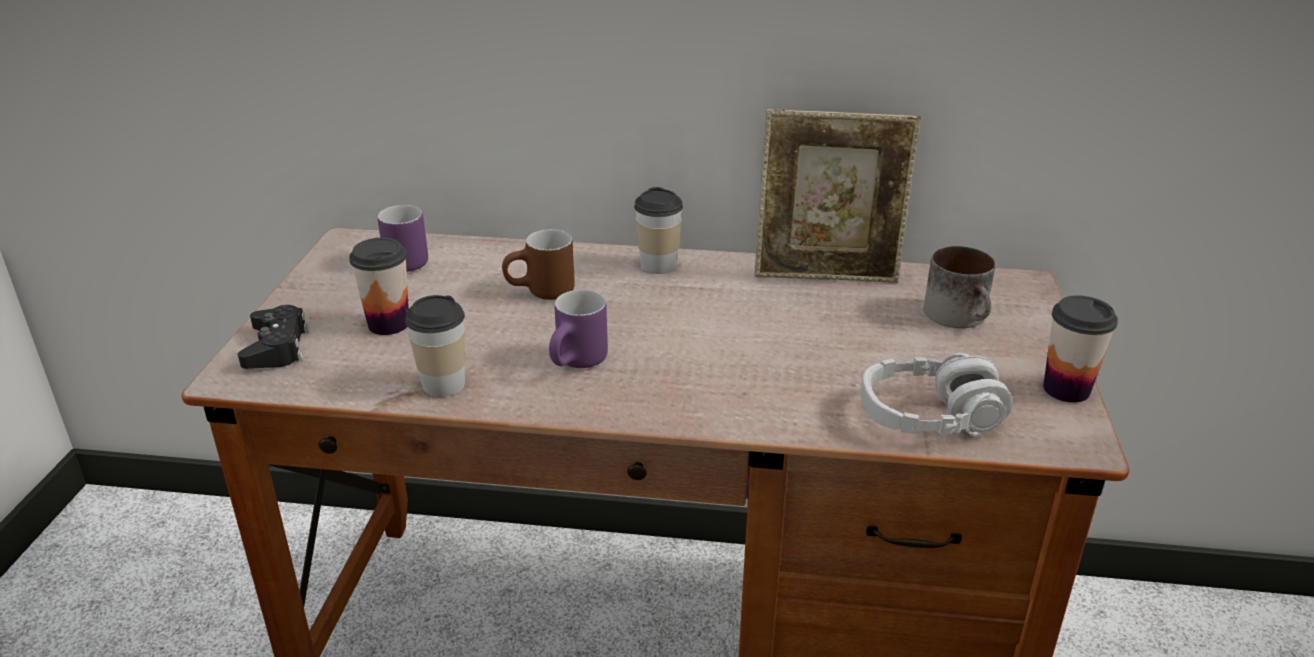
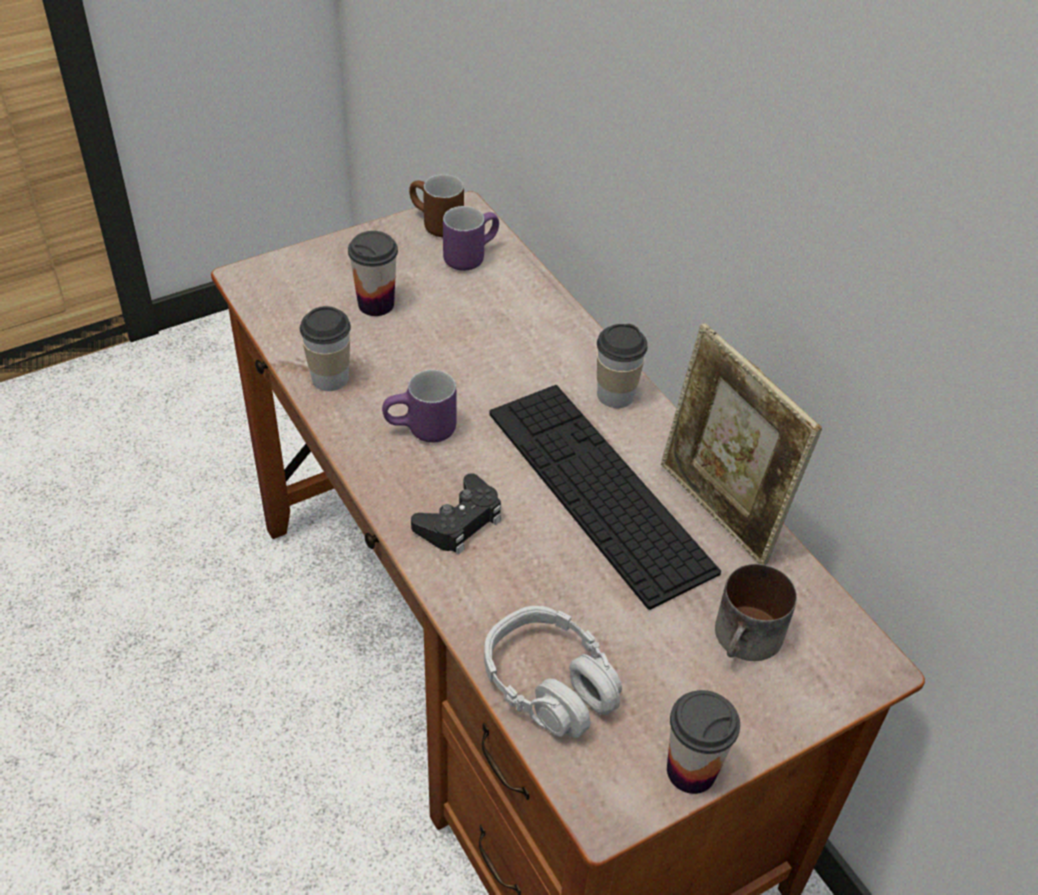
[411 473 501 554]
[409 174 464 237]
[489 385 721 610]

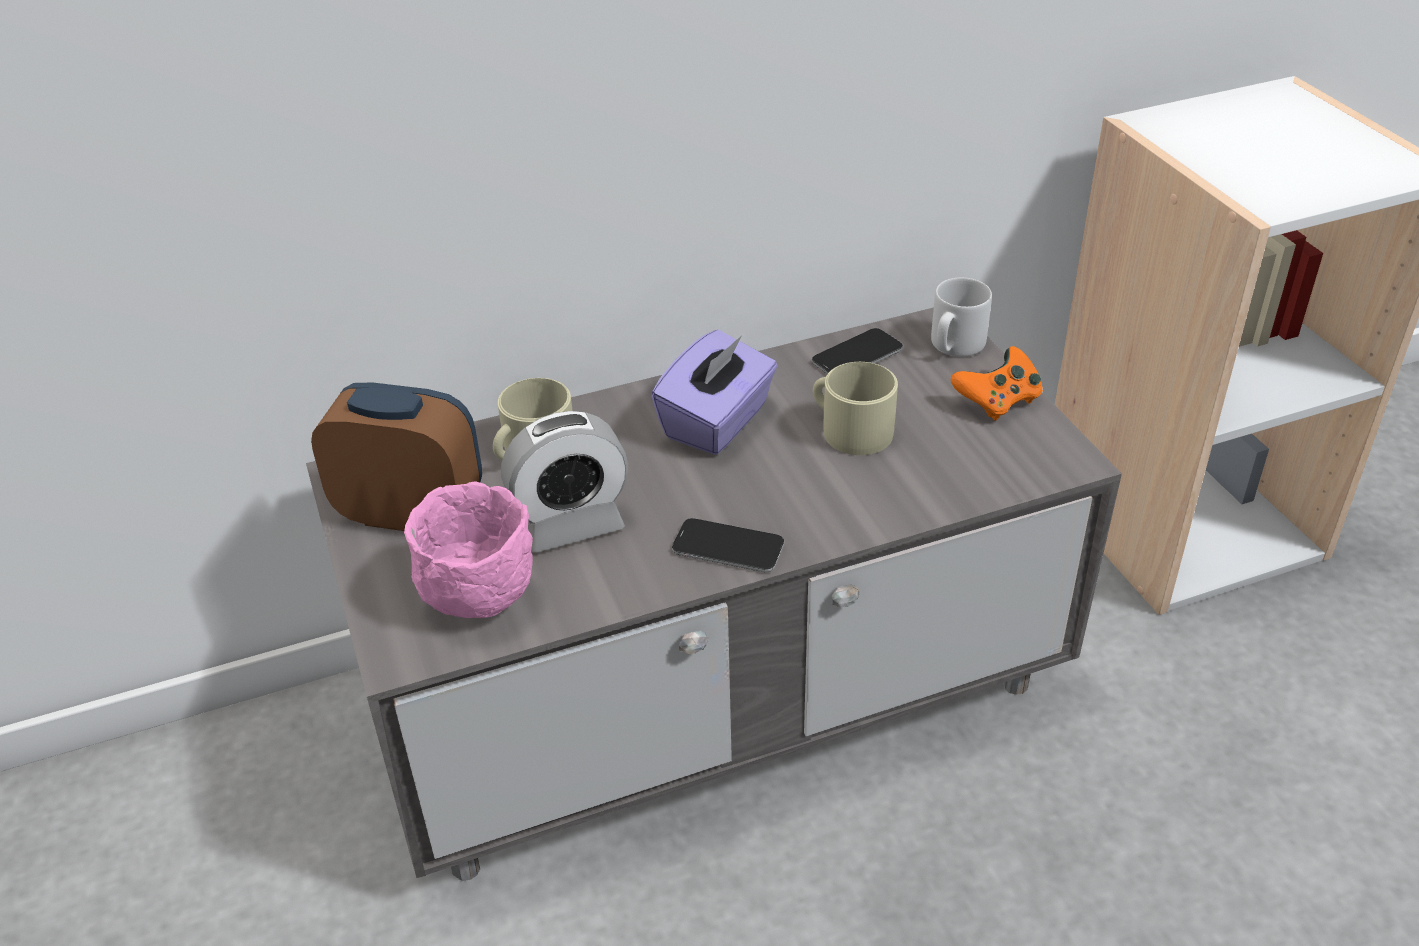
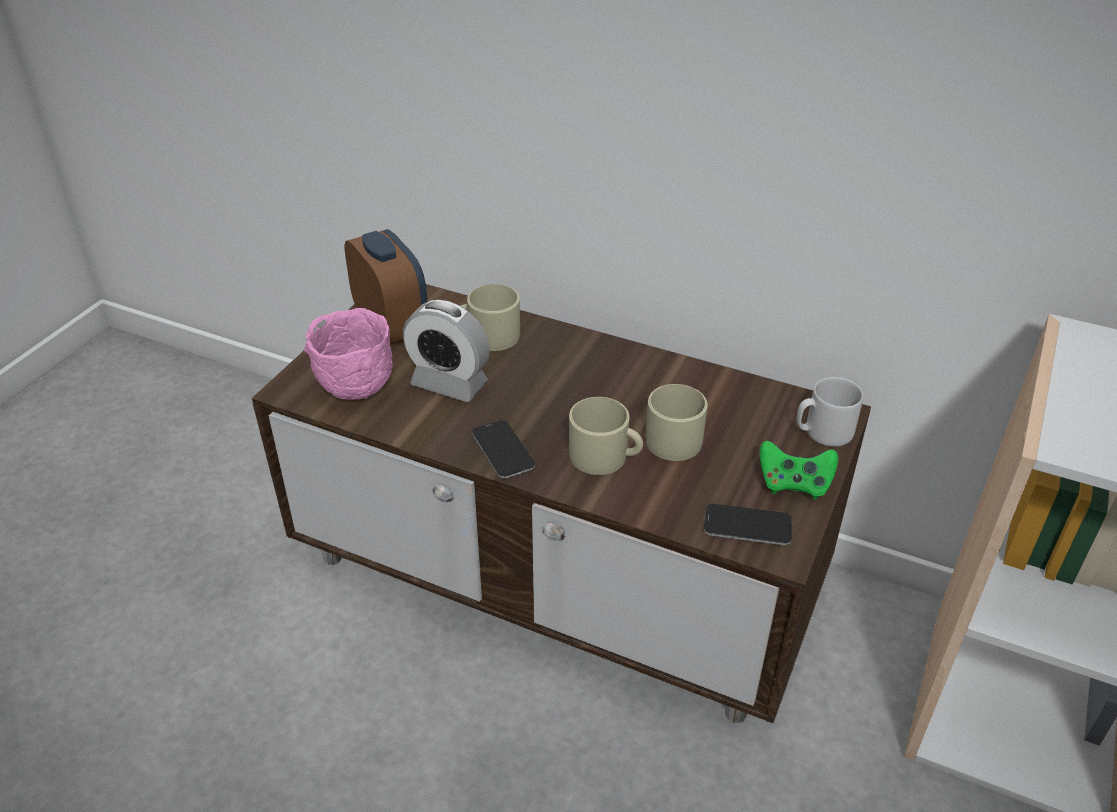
[251 284 871 723]
[651 330 778 455] (first image)
[704 504 792 545]
[760 441 838 500]
[569 397 643 475]

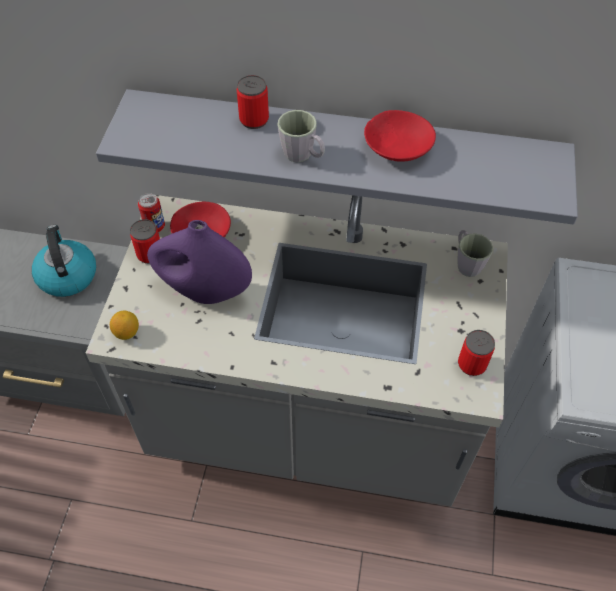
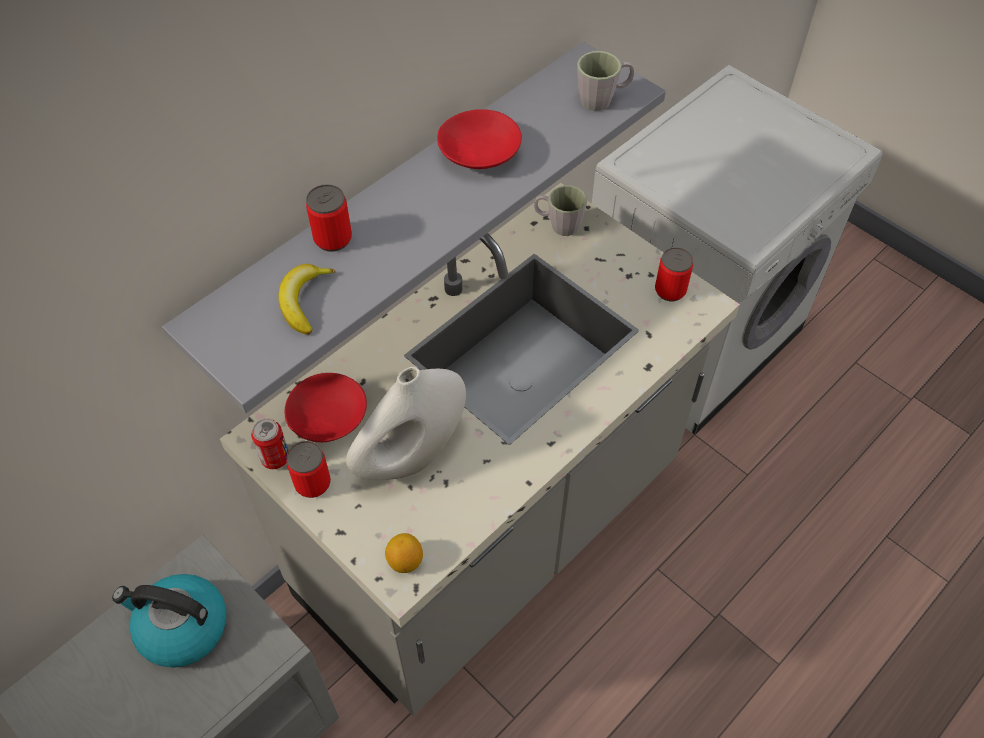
[346 367 466 480]
[577 51 634 111]
[278 264 335 335]

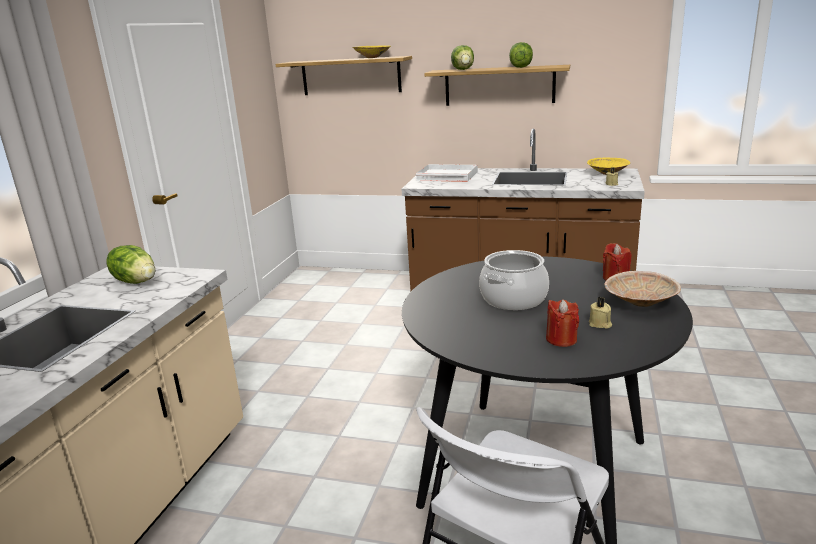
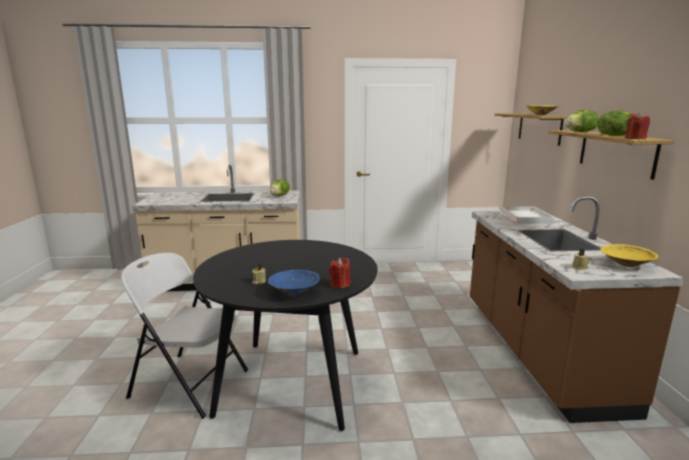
[479 250 549 310] (first image)
[625 112 650 139]
[268 270 320 295]

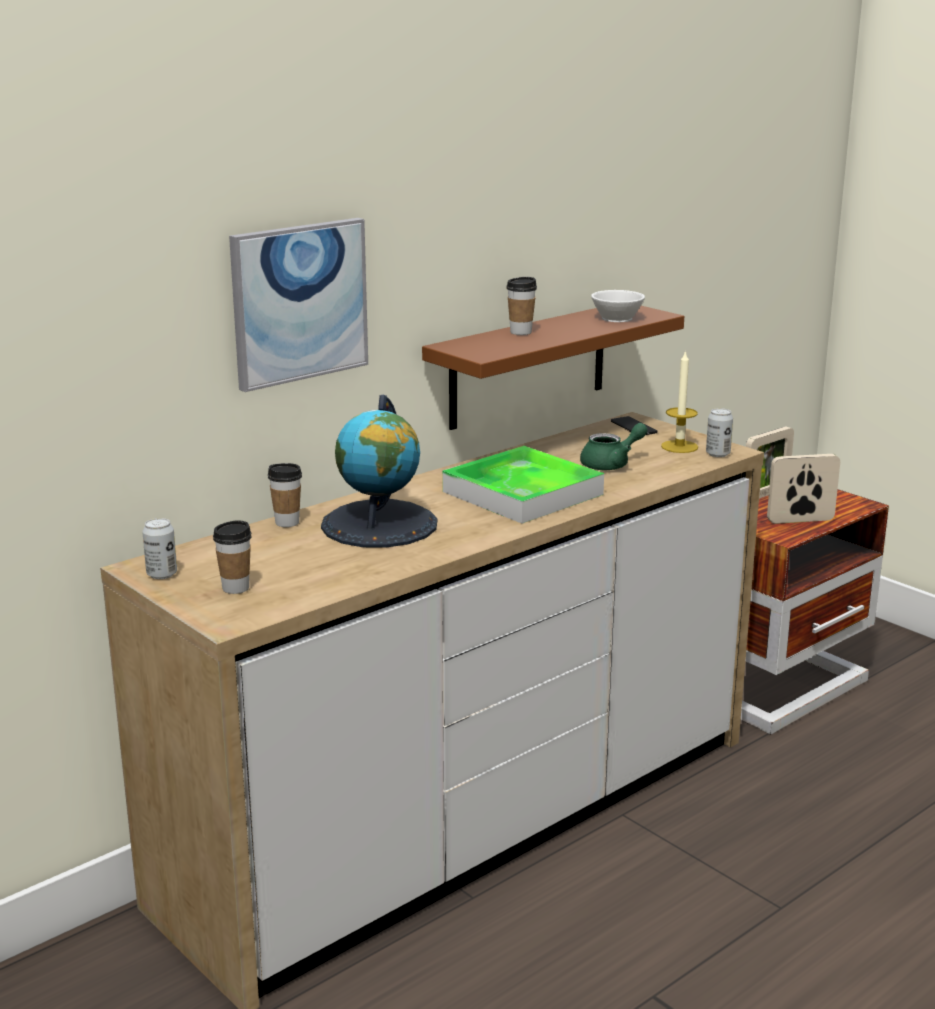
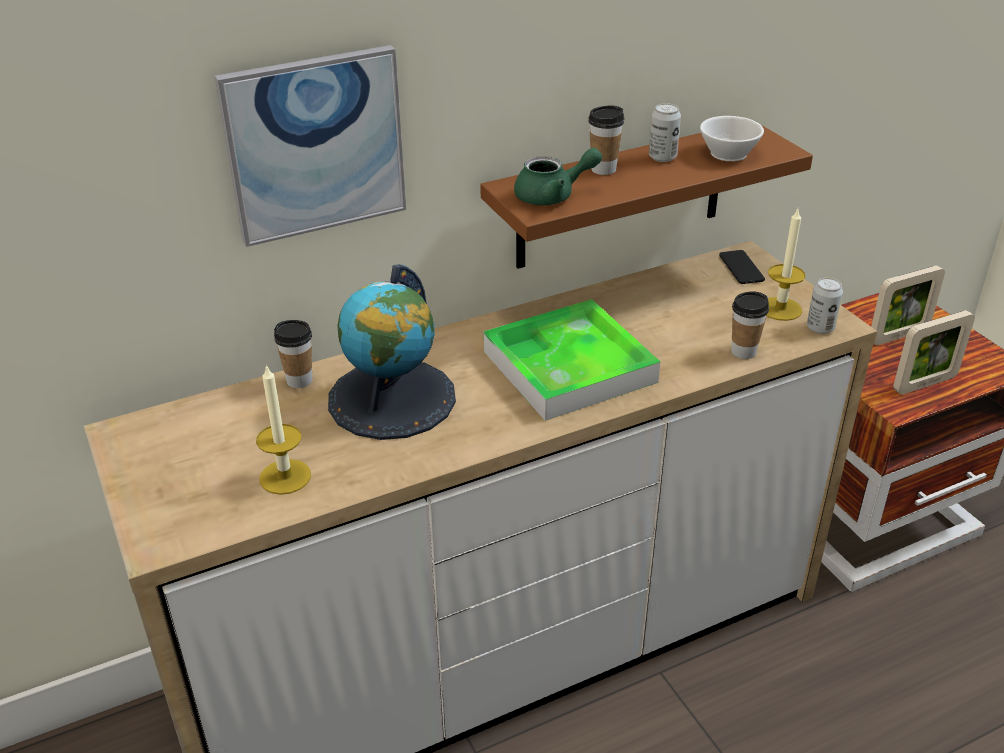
[649 103 681 162]
[731 291 769 359]
[514 148 602 205]
[893 310 975 395]
[256 364 311 495]

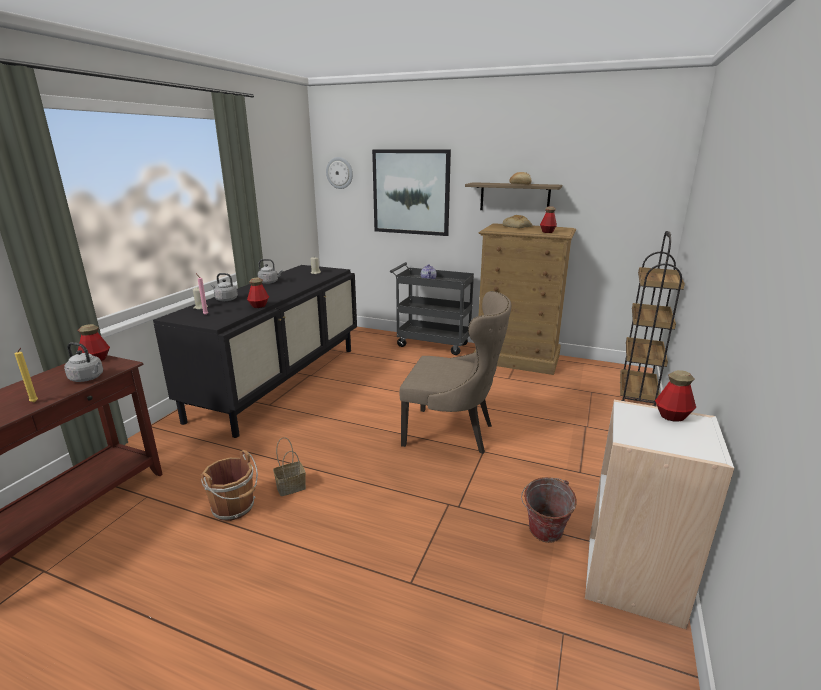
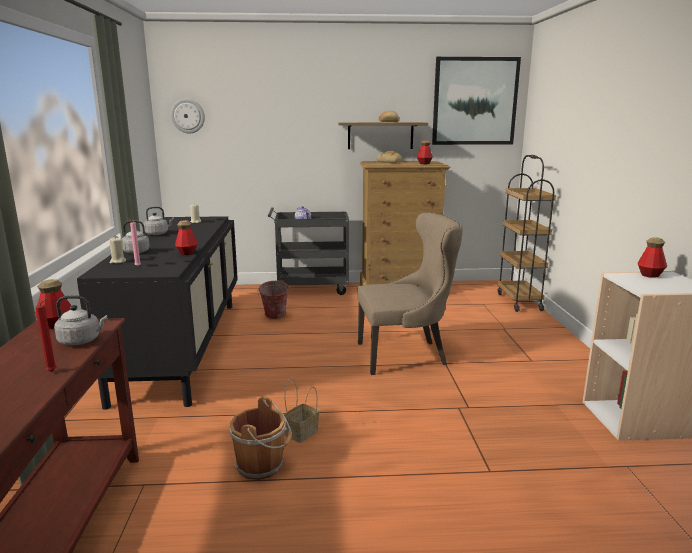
[35 298 56 372]
[432 57 521 145]
[257 279 289 319]

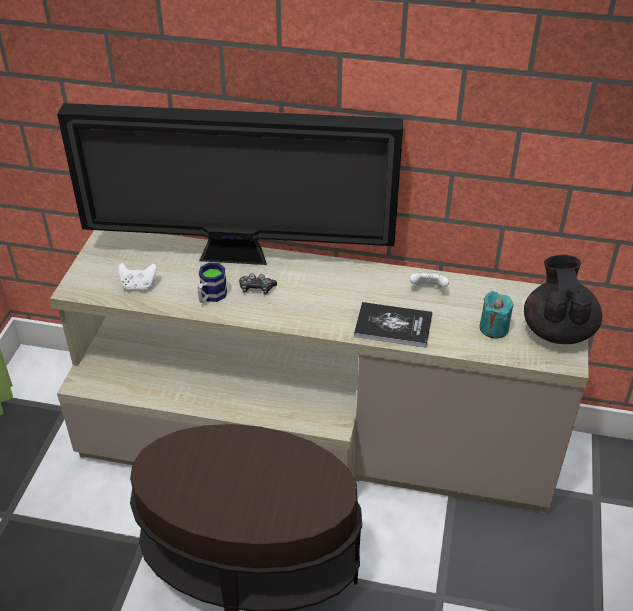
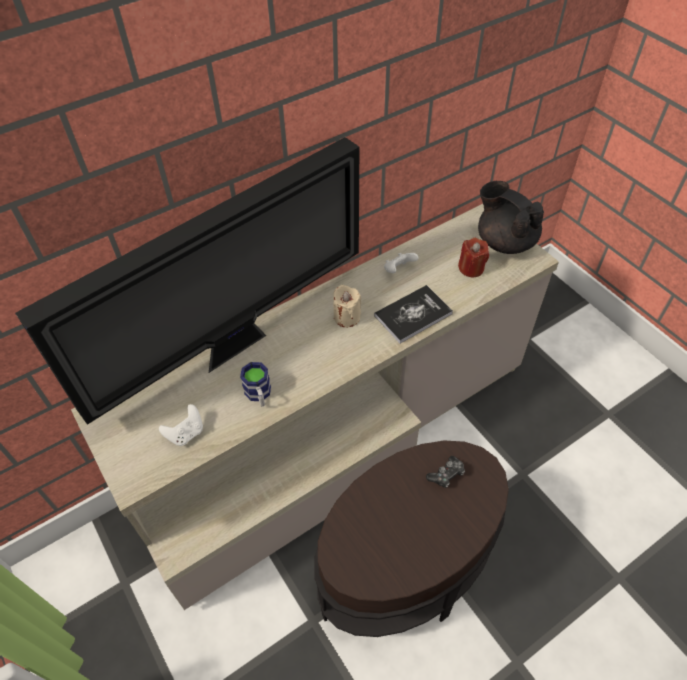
[426 456 465 488]
[458 238 489 277]
[333 285 361 327]

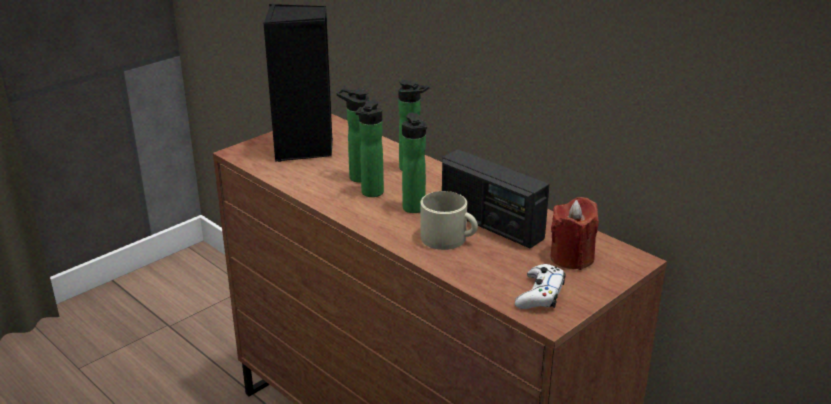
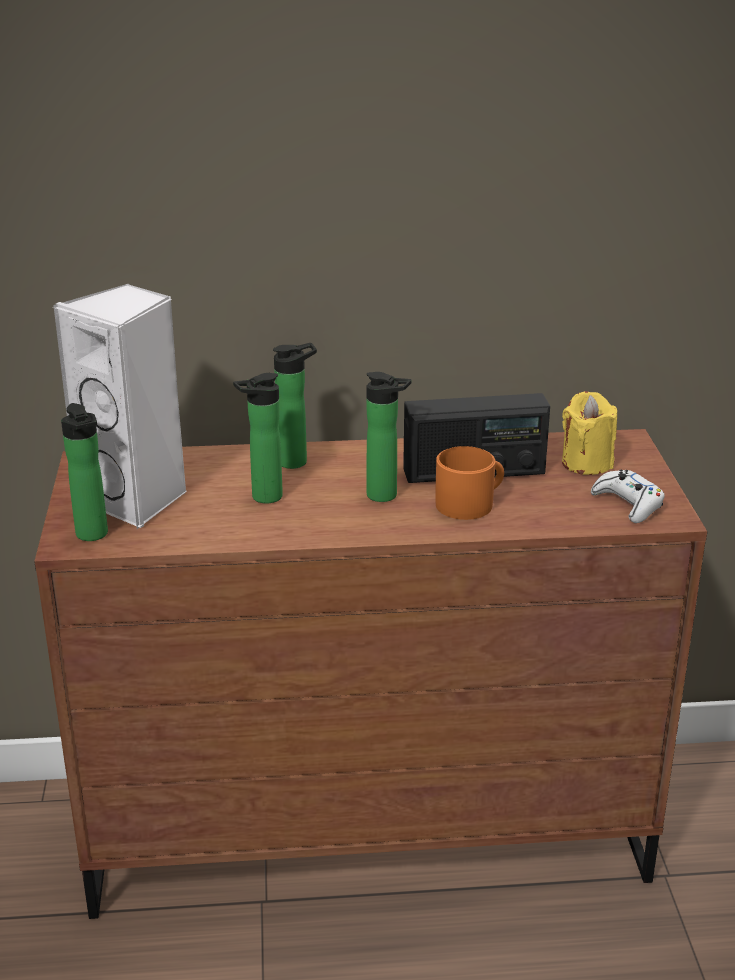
[53 284 186 529]
[61 403 108 541]
[435 446 504 520]
[562 391 617 475]

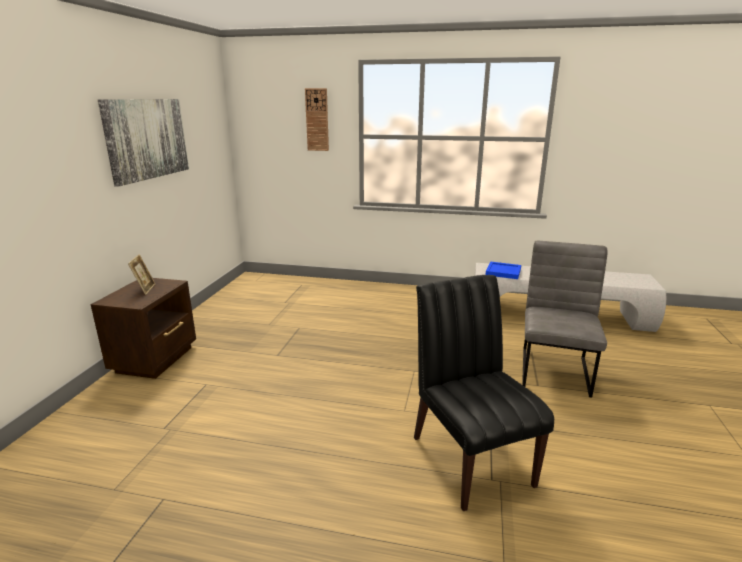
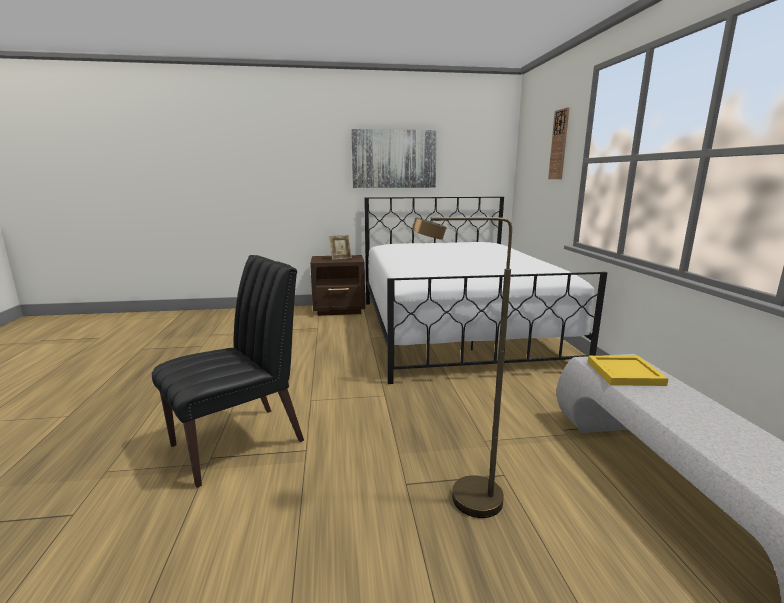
[588 356 669 386]
[412 217 512 518]
[364 197 607 384]

